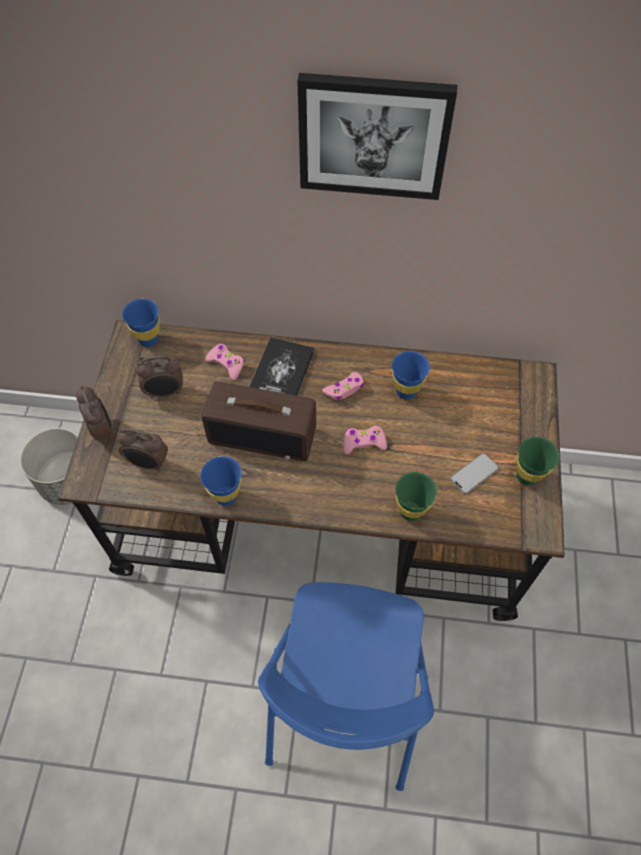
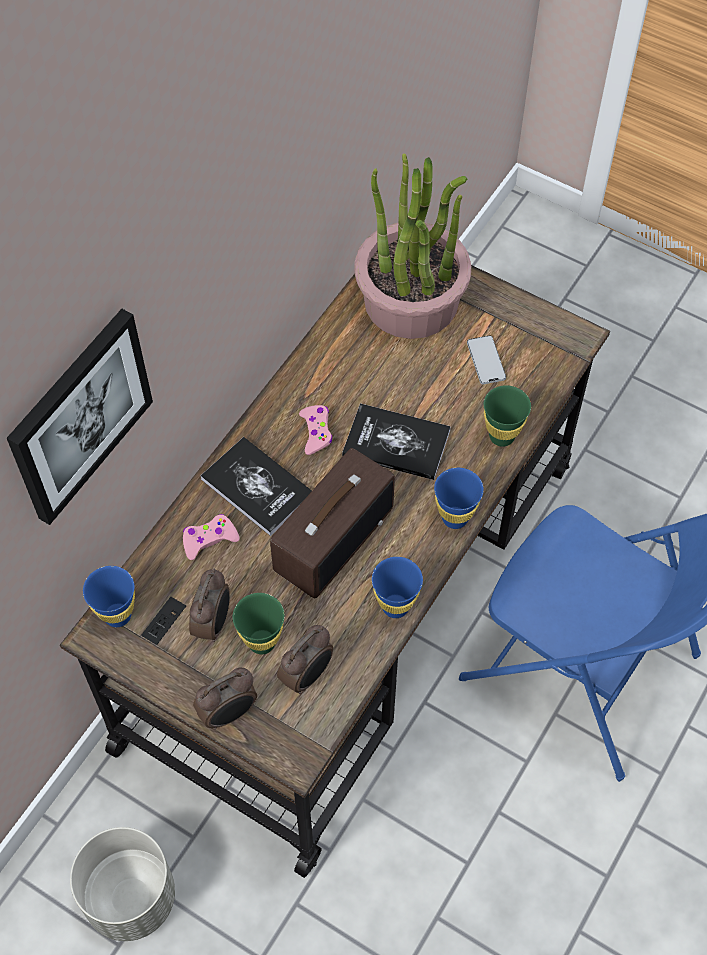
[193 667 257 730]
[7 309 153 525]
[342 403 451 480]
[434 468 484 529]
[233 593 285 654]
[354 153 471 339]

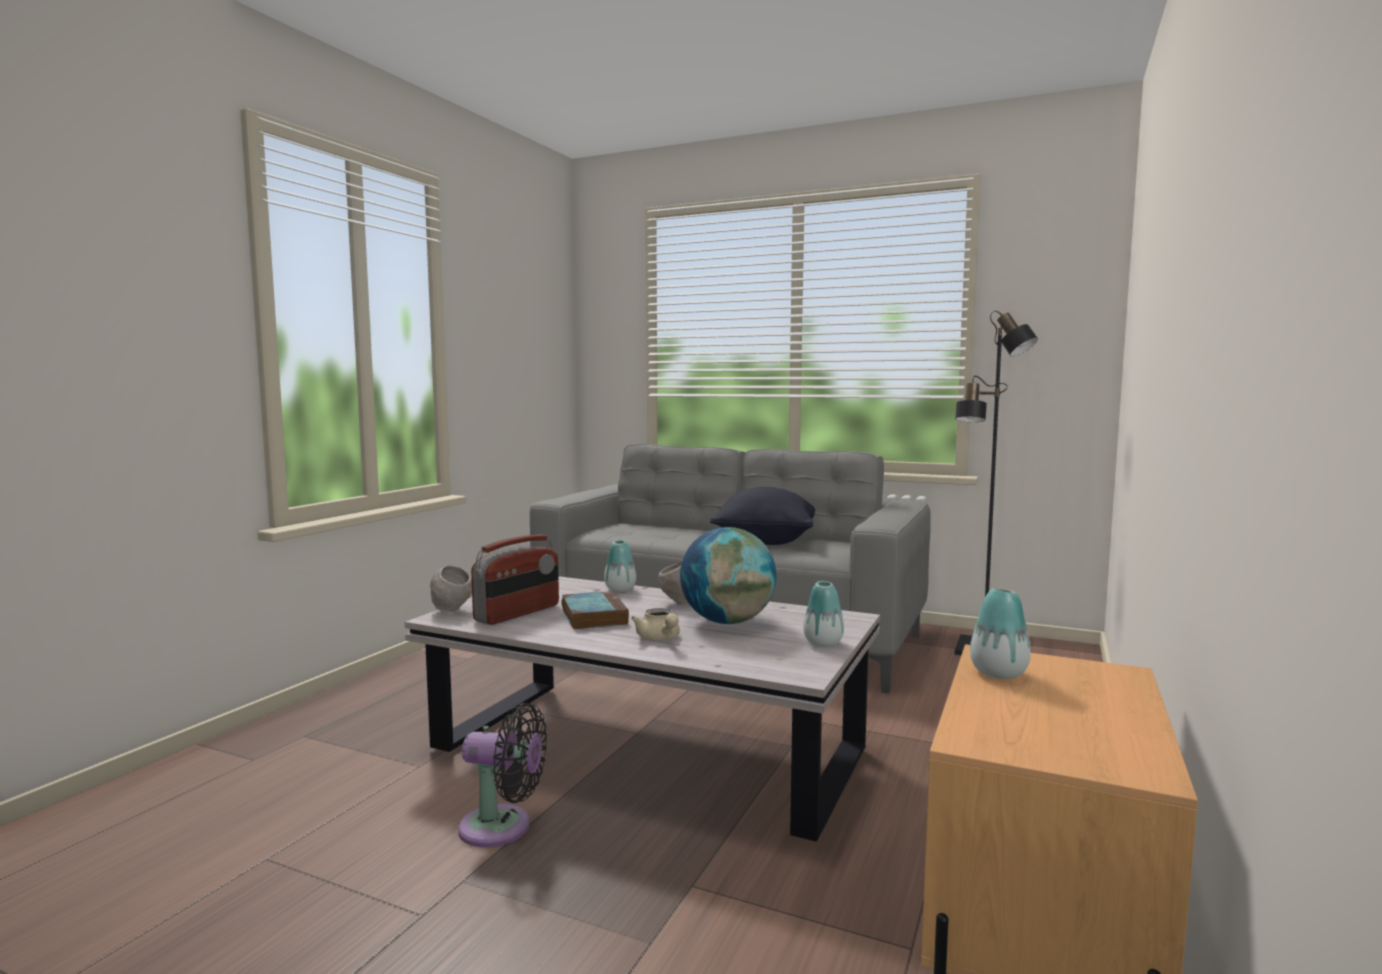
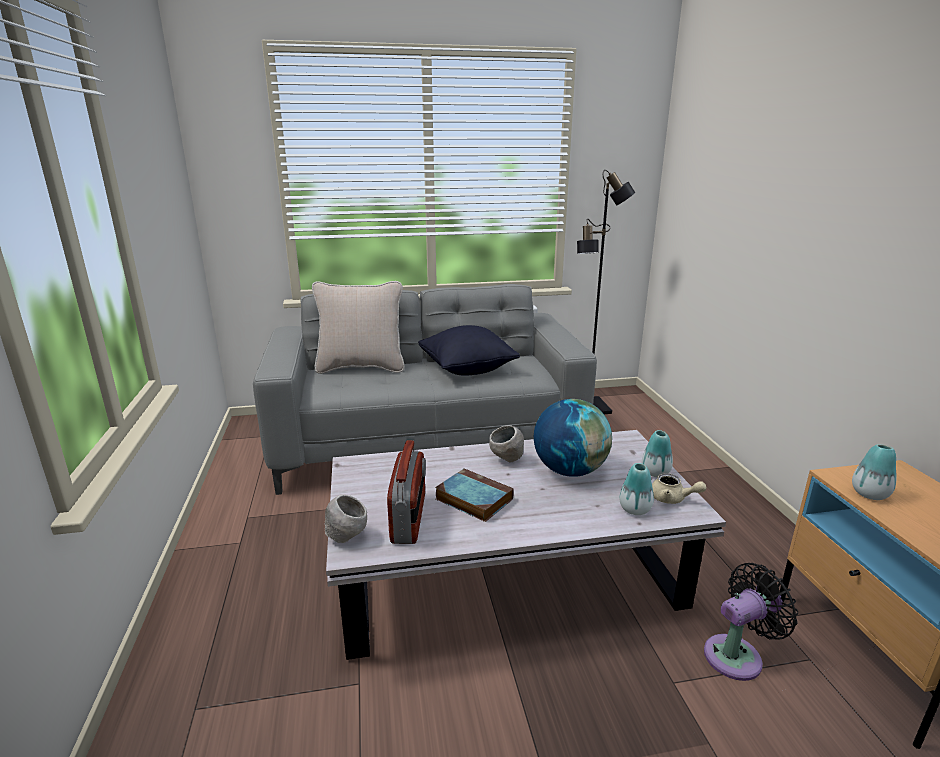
[704 563 798 681]
[619 463 654 515]
[652 473 707 504]
[312 281 405 374]

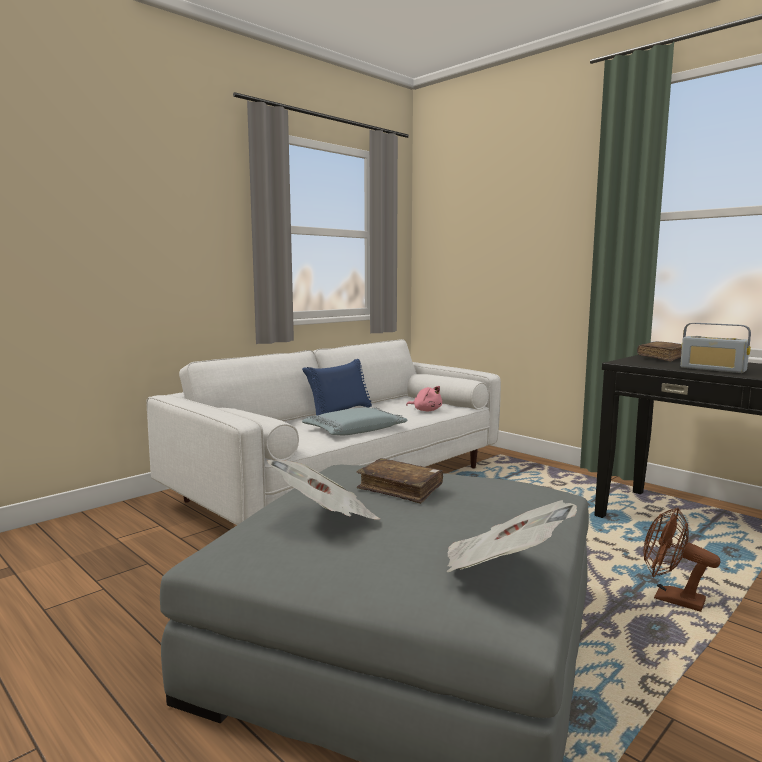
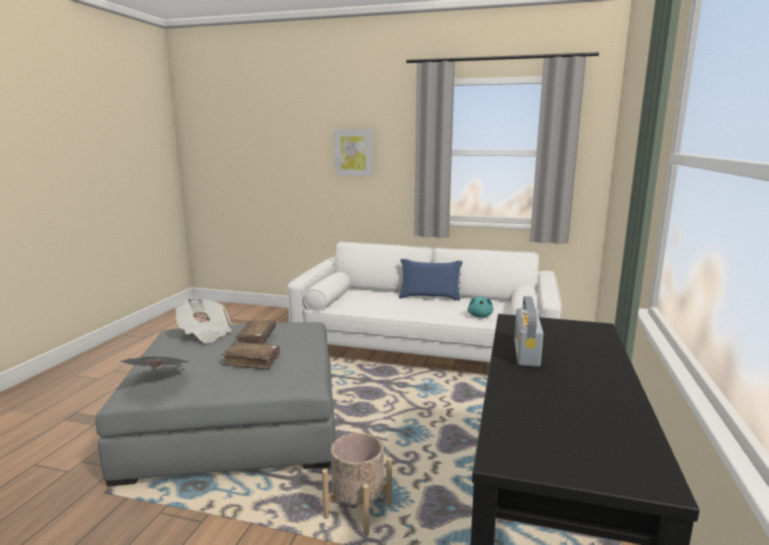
[302 408 408 435] (first image)
[467 297 493 318]
[222 342 280 370]
[322 433 392 536]
[334 130 373 176]

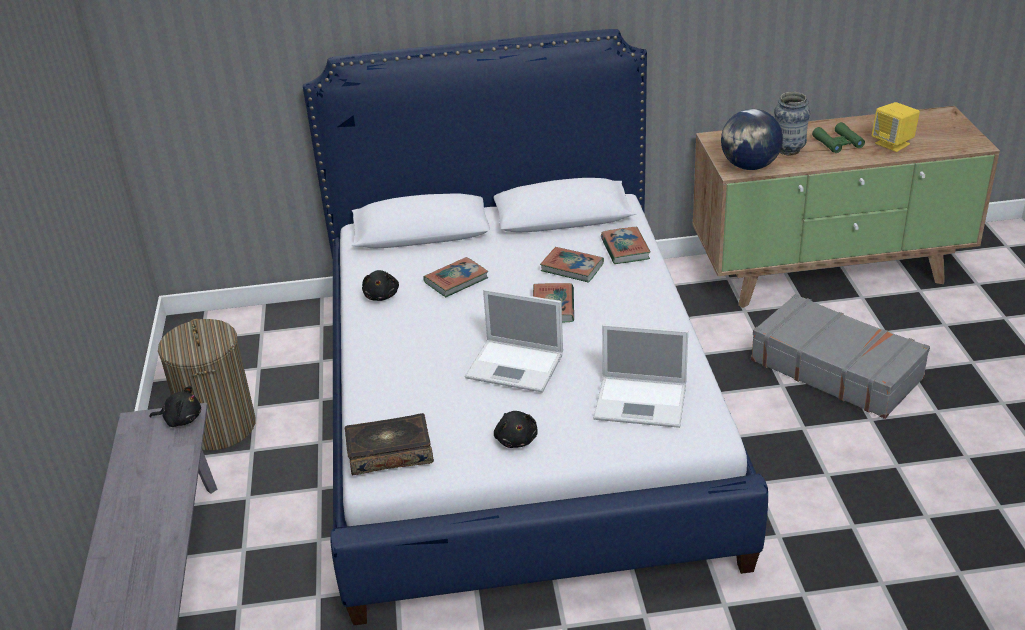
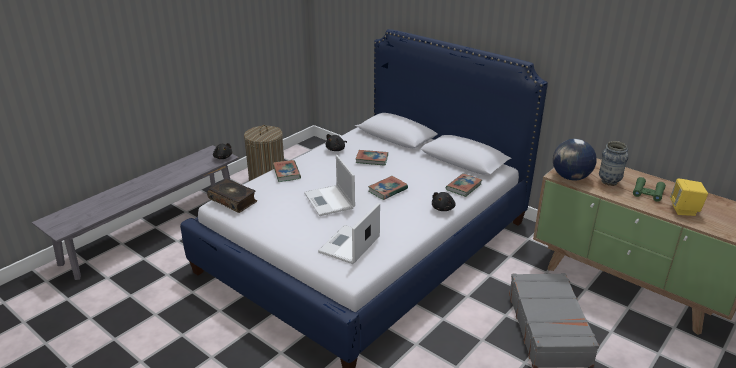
[432 192 456 211]
[273 160 301 182]
[318 203 380 264]

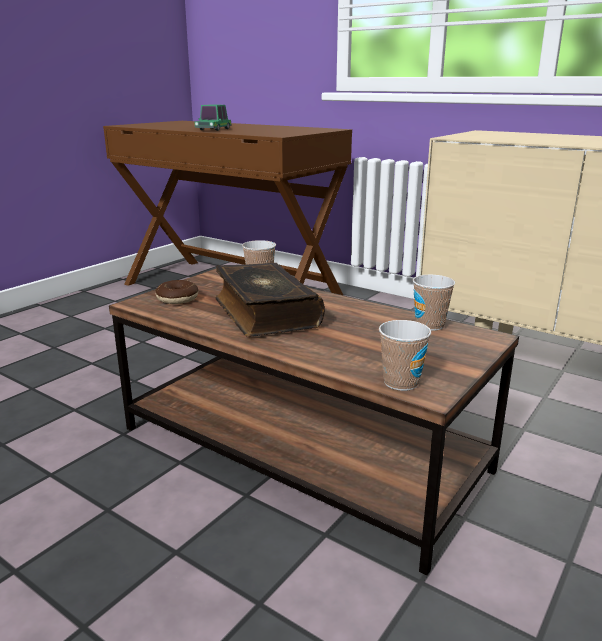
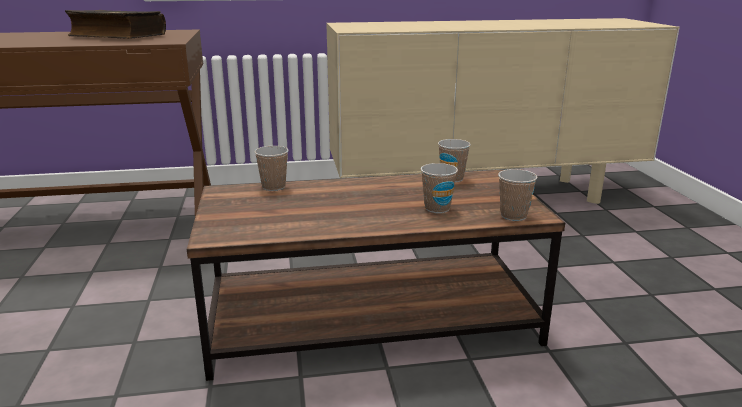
[155 280 198 304] (first image)
[195 104 232 131] (first image)
[65 10 166 39]
[421 163 458 213]

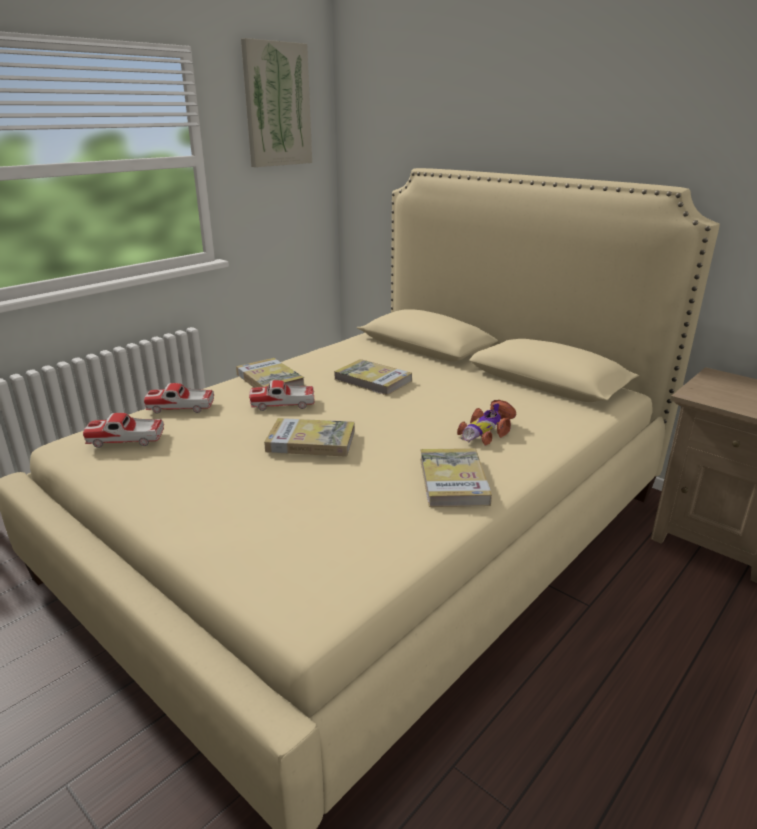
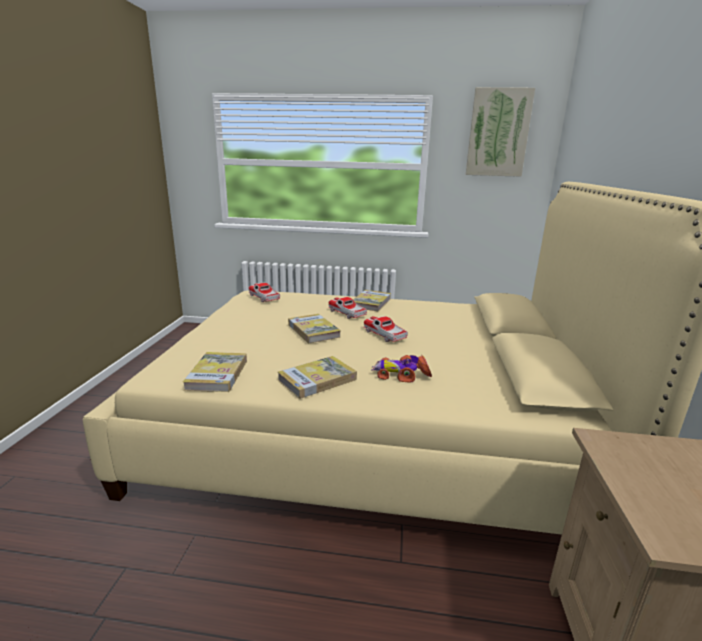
[363 316 408 342]
[183 352 247 392]

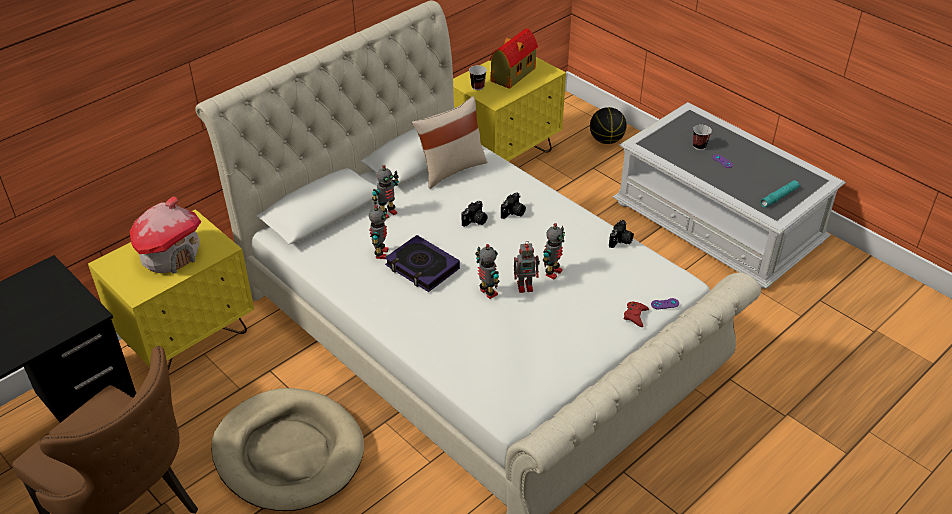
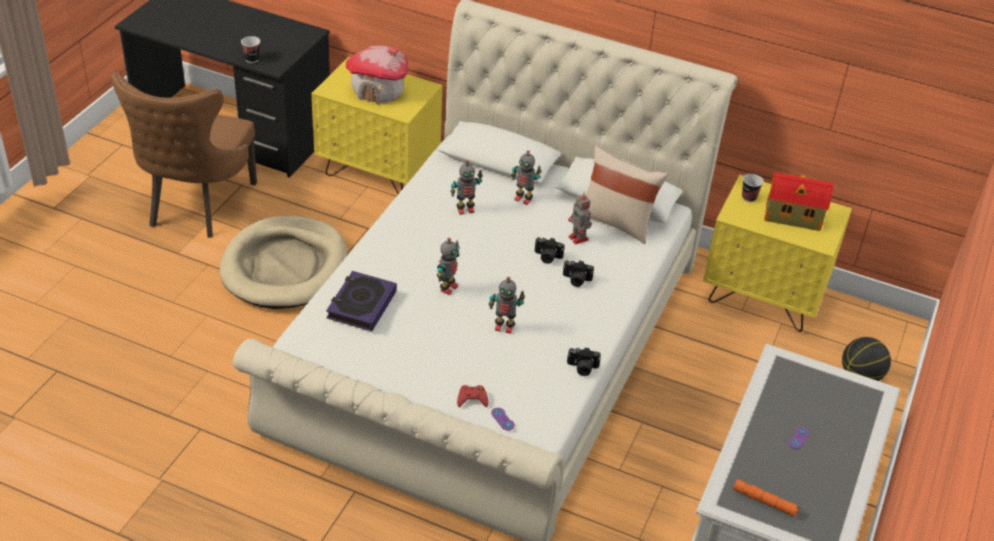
[326 271 397 331]
[568 193 592 245]
[241 36 260 63]
[733 479 800 517]

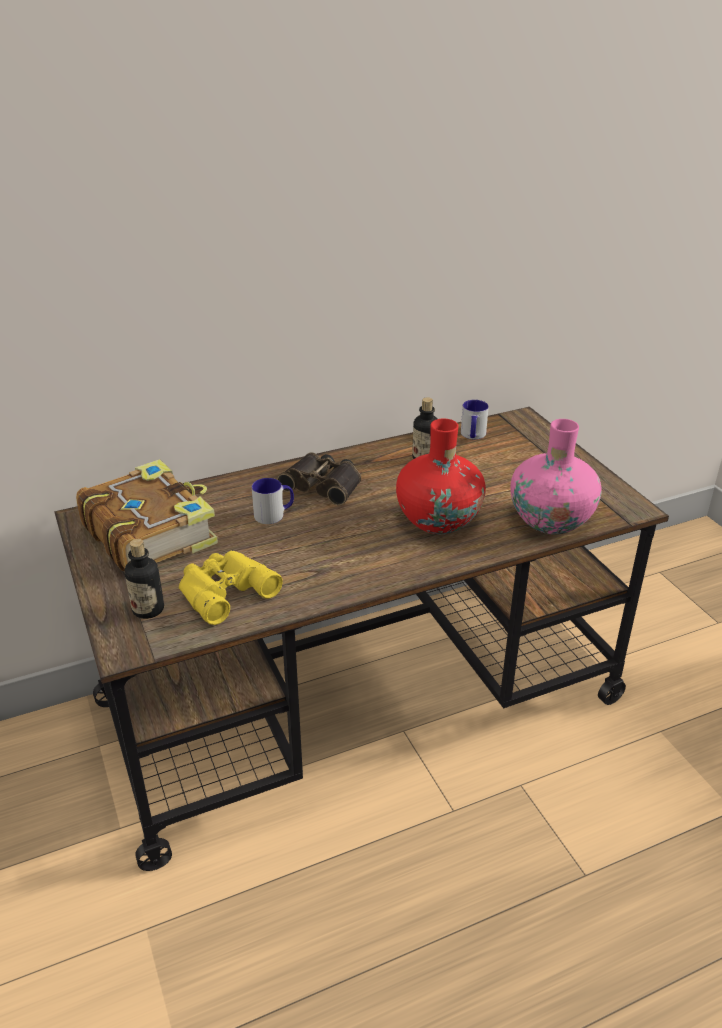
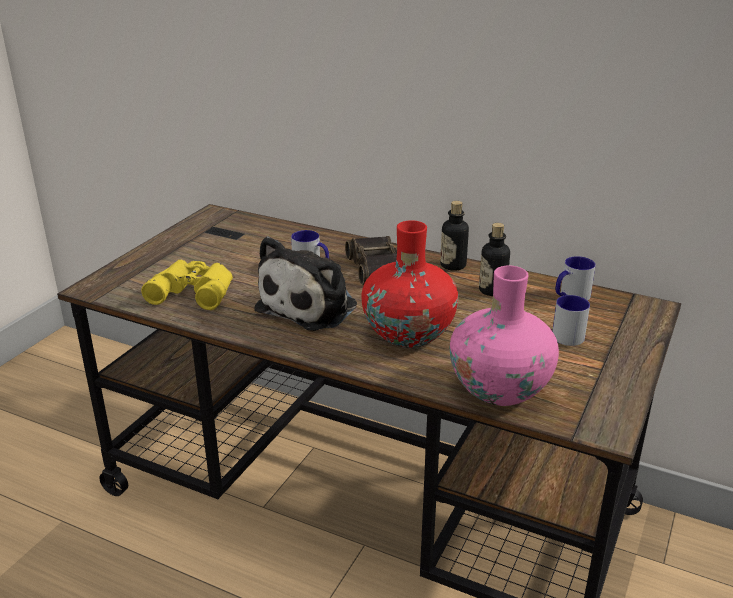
[76 459 218 571] (first image)
[440 201 469 271]
[254 236 357 331]
[552 295 590 346]

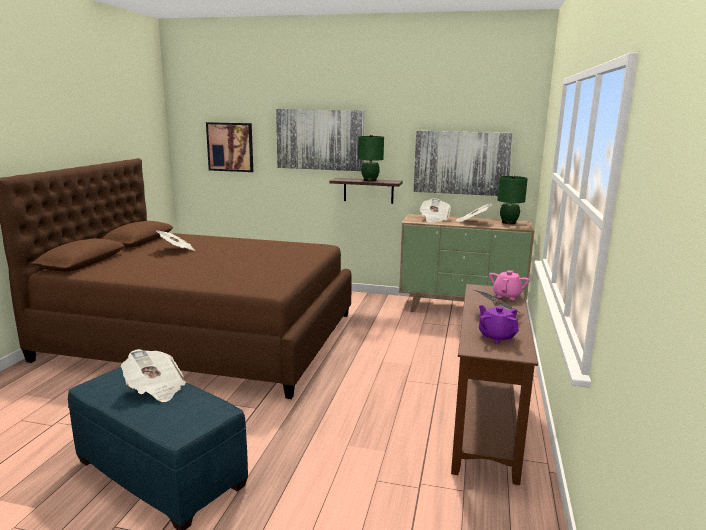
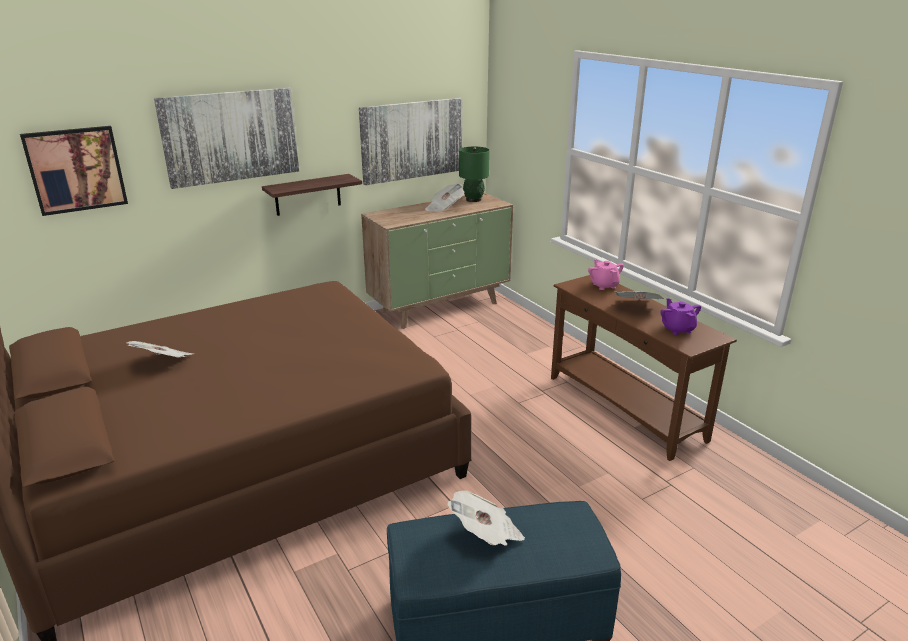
[358 134 384 181] (first image)
[419 198 451 223] (first image)
[660 298 701 335]

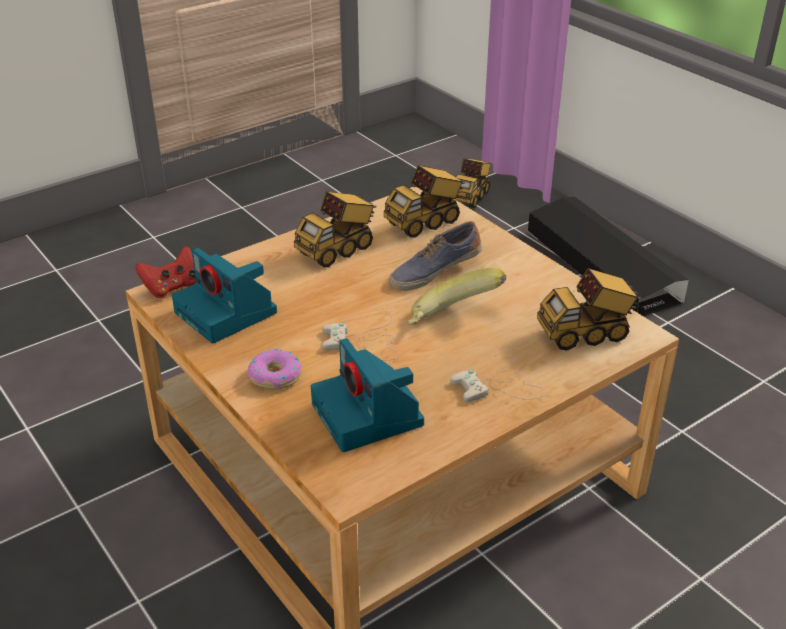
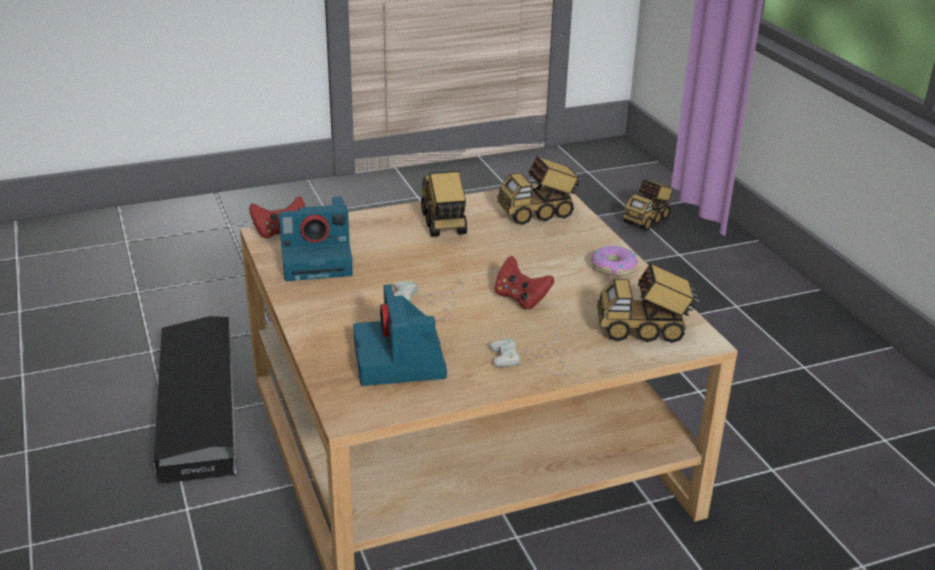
[279 197 353 281]
[591 246 638 276]
[421 171 467 237]
[389 221 482 291] (first image)
[495 256 554 309]
[154 316 238 484]

